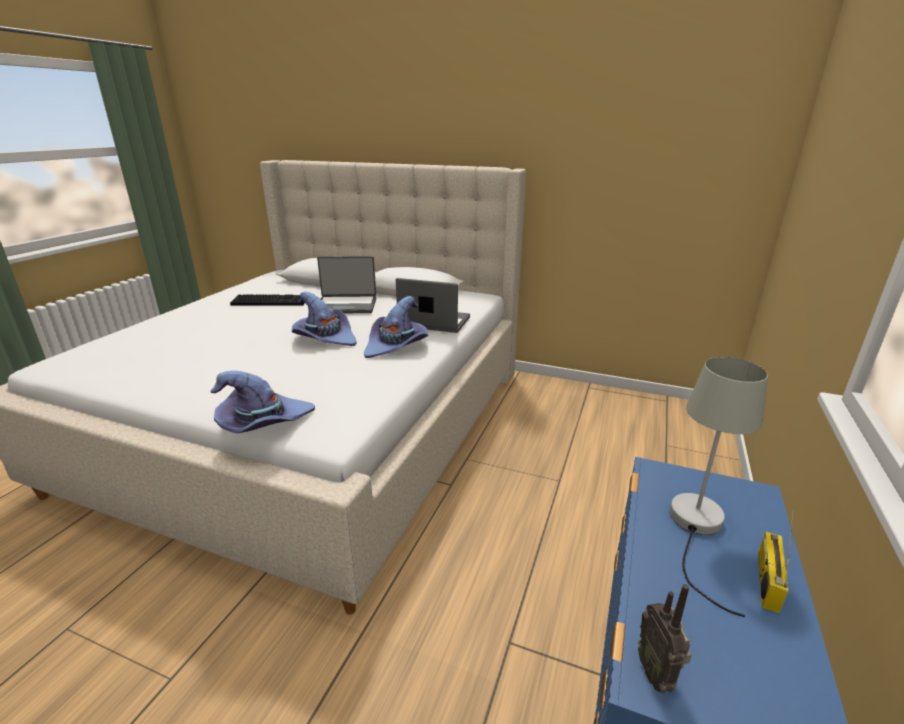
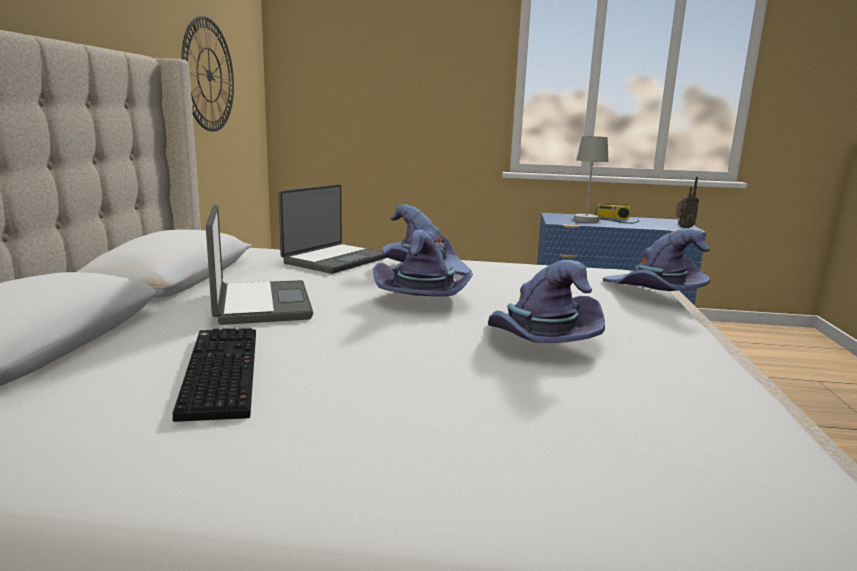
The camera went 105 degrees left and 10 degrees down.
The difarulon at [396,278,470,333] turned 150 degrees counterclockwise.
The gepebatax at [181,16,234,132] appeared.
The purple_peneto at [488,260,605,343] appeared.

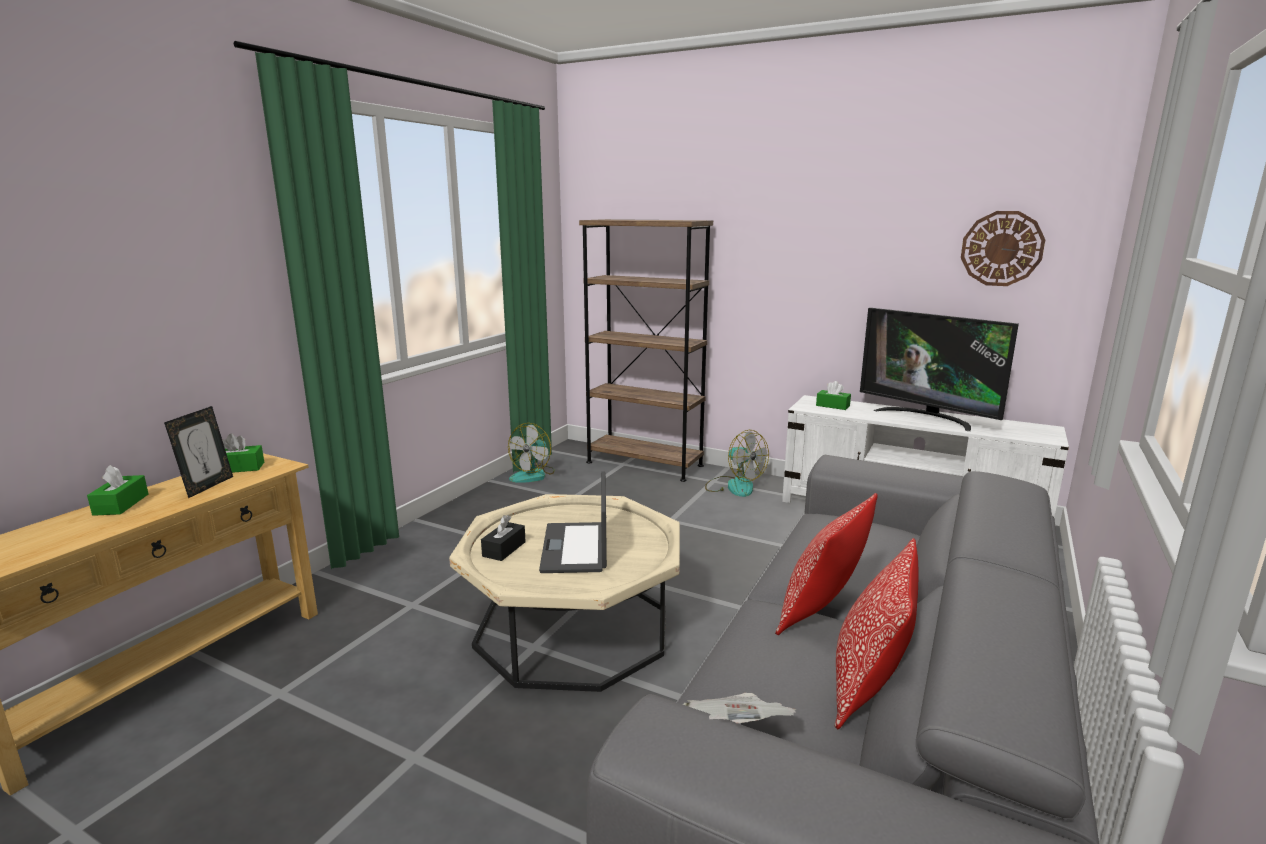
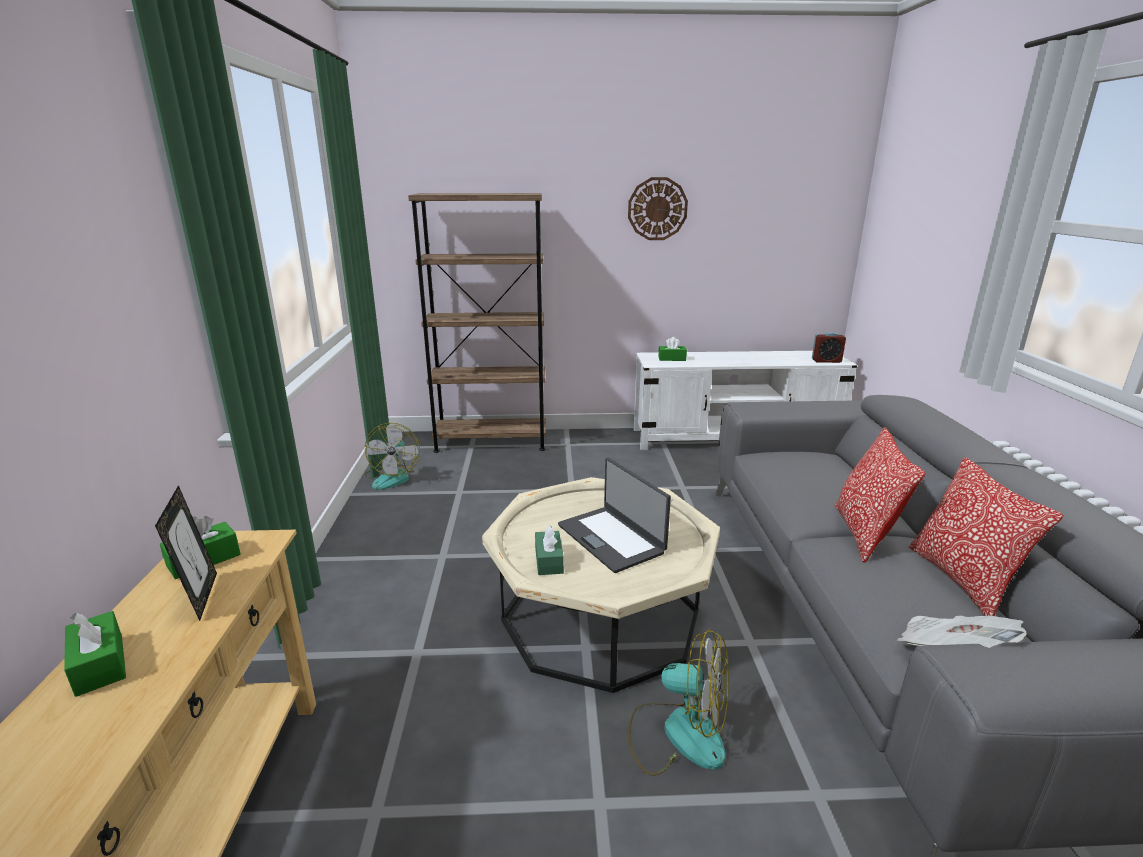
The camera went 30 degrees left and 5 degrees up.
The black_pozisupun at [481,515,526,561] became the green_pozisupun at [535,525,564,575].
The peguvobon moved from [705,430,769,497] to [628,629,729,776].
The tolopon at [860,308,1019,431] disappeared.
The gepebatax moved from [961,211,1045,286] to [628,177,688,240].
The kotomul at [812,332,846,363] appeared.

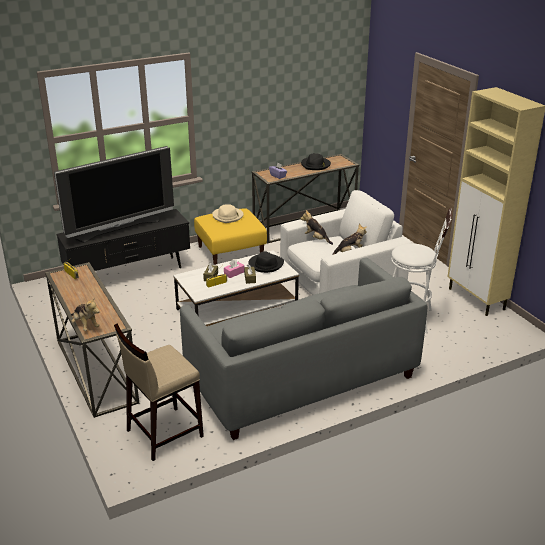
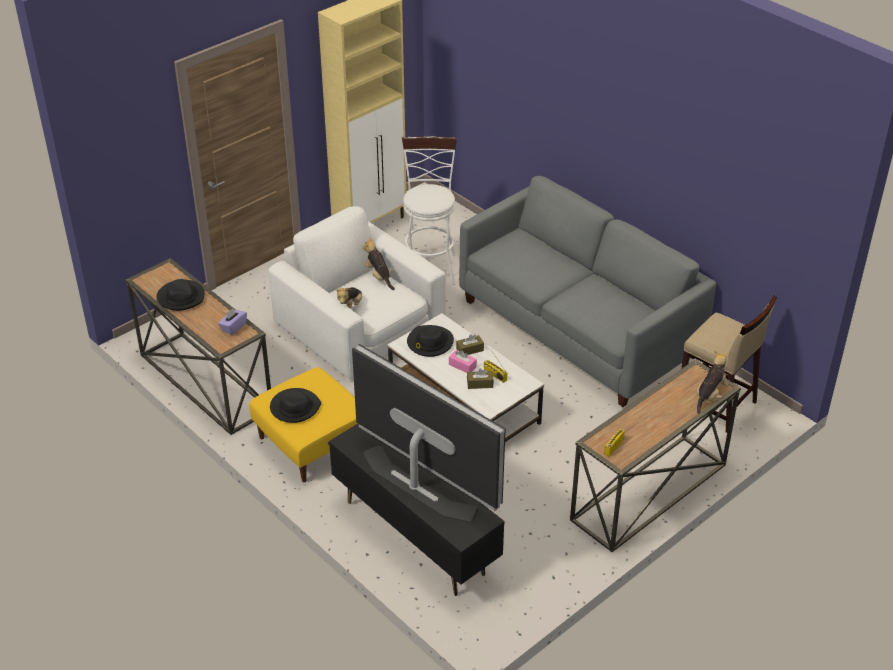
The camera went 105 degrees left and 10 degrees up.
The beige_peneto at [212,204,244,223] became the black_peneto at [270,388,321,423].

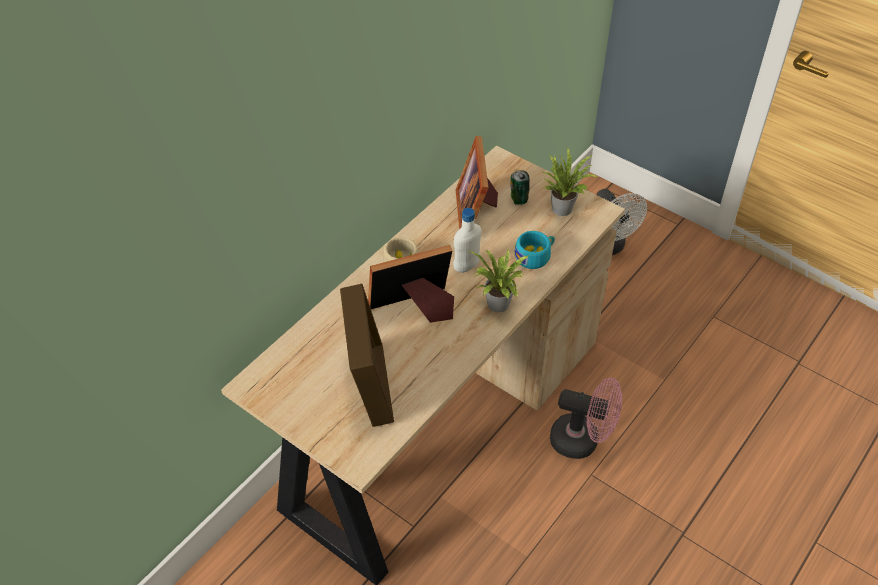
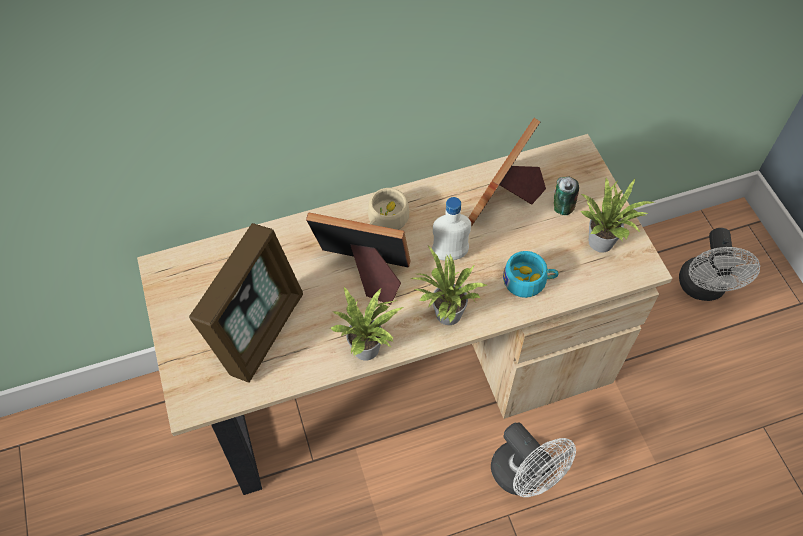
The camera went 35 degrees right and 10 degrees up.
The pink_peguvobon at [550,378,622,459] became the white_peguvobon at [491,422,576,497].
The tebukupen at [330,287,404,361] appeared.

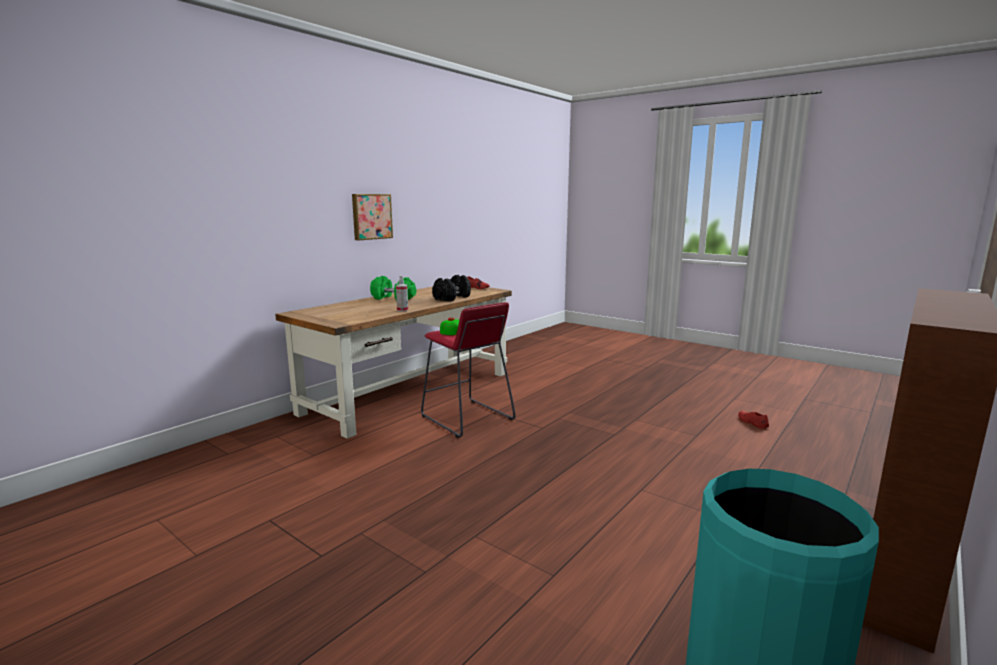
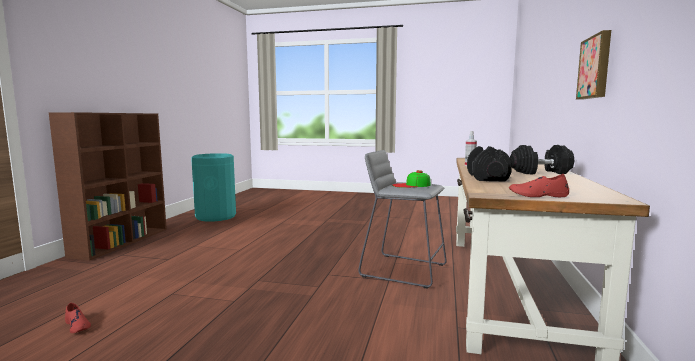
The camera went 155 degrees right and 5 degrees down.
The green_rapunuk at [370,276,416,301] became the black_rapunuk at [510,145,574,174].
The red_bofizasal at [421,302,516,438] became the grey_bofizasal at [358,150,447,289].

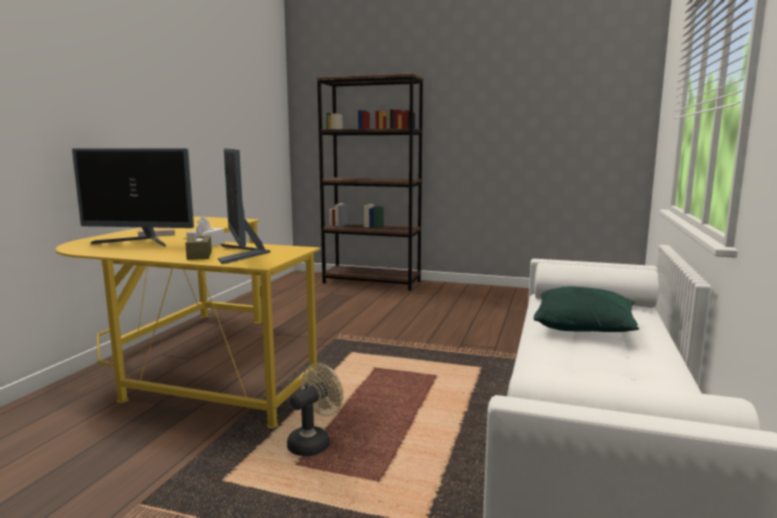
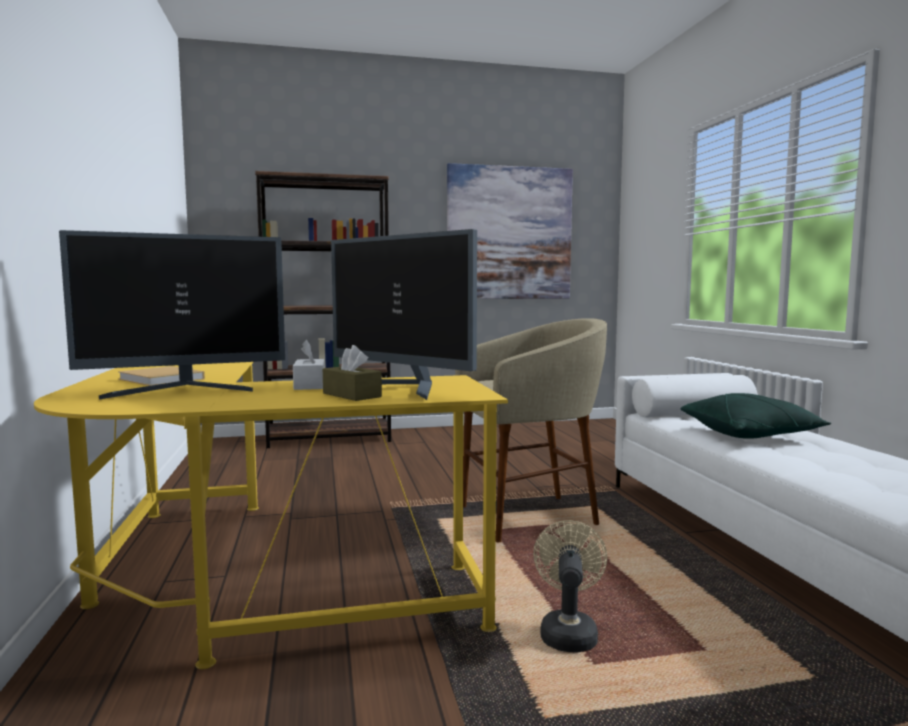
The camera went 30 degrees left and 5 degrees down.
The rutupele at [447,163,573,299] appeared.
The beige_bofizasal at [455,318,607,543] appeared.

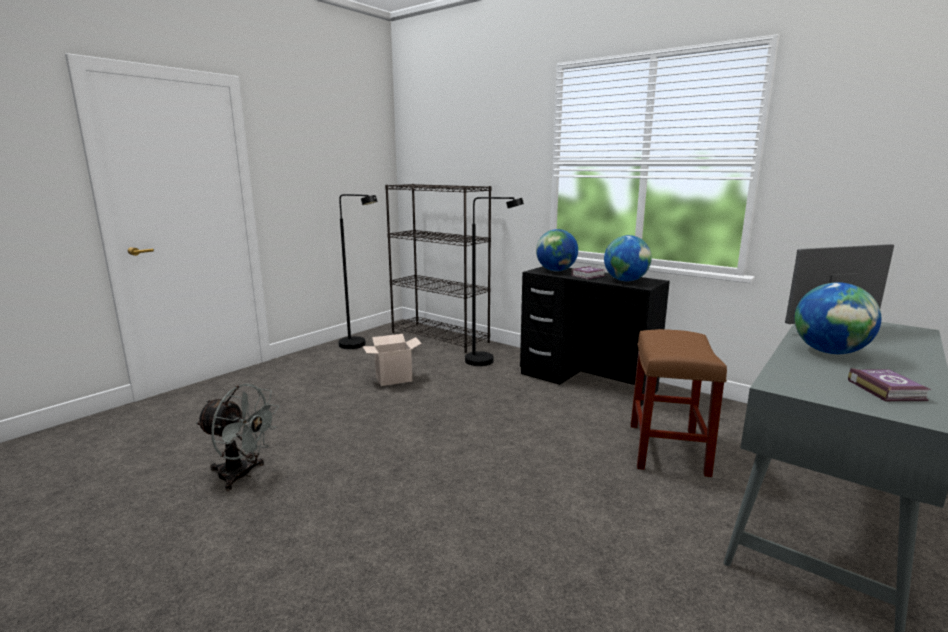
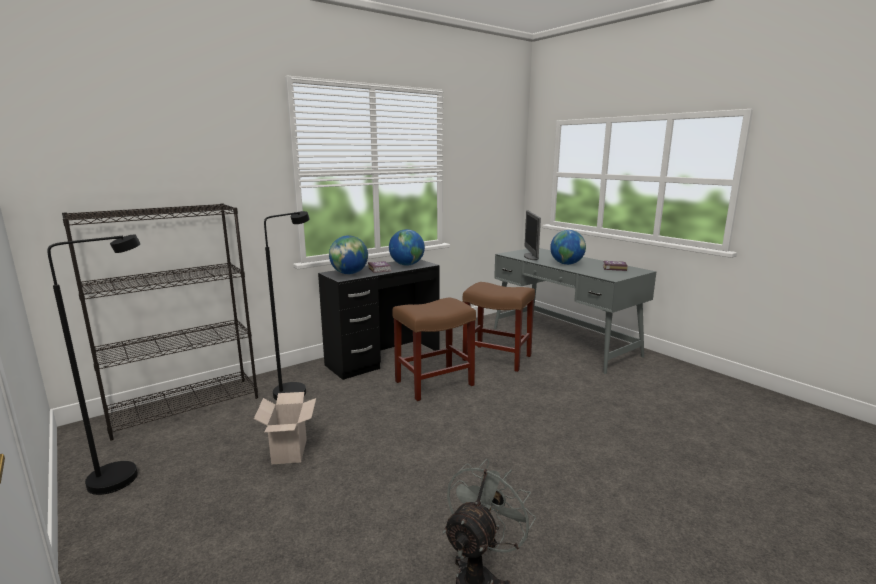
The camera went 75 degrees left and 0 degrees up.
The brown_bofizasal at [392,297,476,401] appeared.

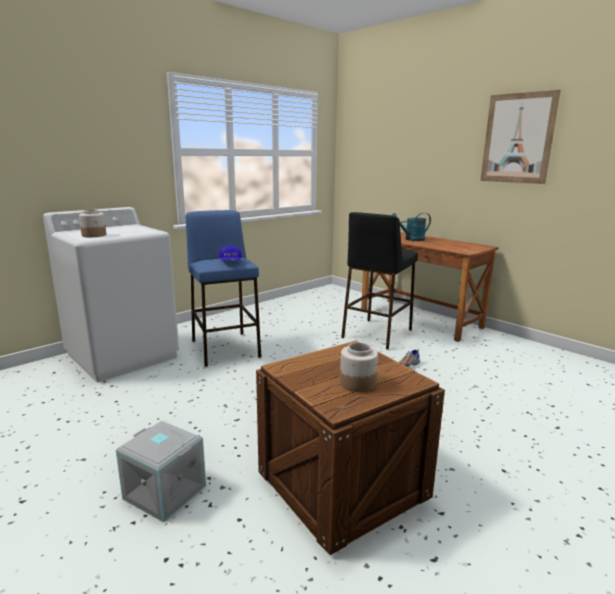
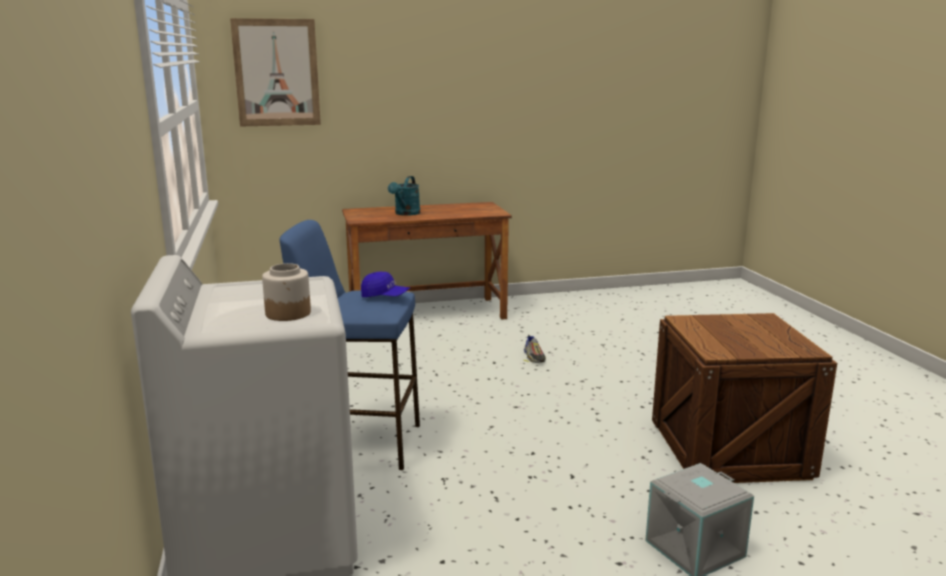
The camera went 60 degrees left and 0 degrees up.
The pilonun at [340,342,378,392] disappeared.
The black_bofizasal at [341,212,418,350] disappeared.
The rutupele moved from [480,90,561,184] to [230,18,321,127].

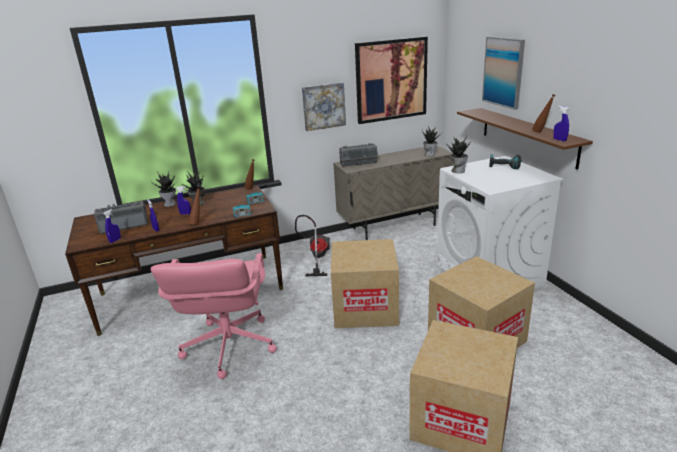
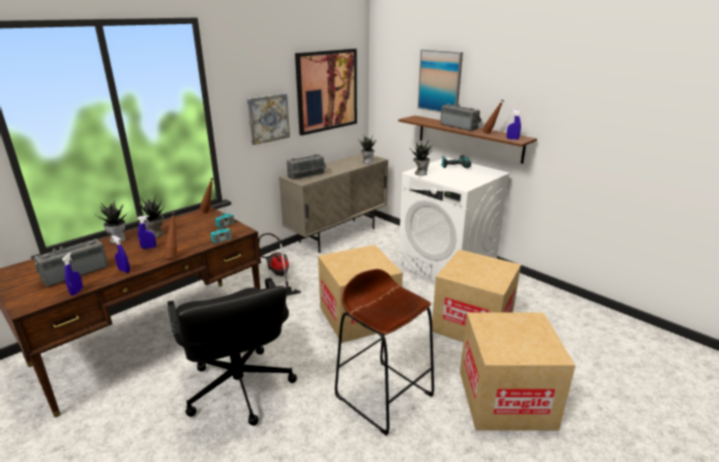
The camera went 25 degrees left and 0 degrees up.
The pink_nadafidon at [151,253,277,379] became the black_nadafidon at [167,278,297,426].
The brown_bofizasal at [335,269,434,436] appeared.
The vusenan at [440,104,482,131] appeared.

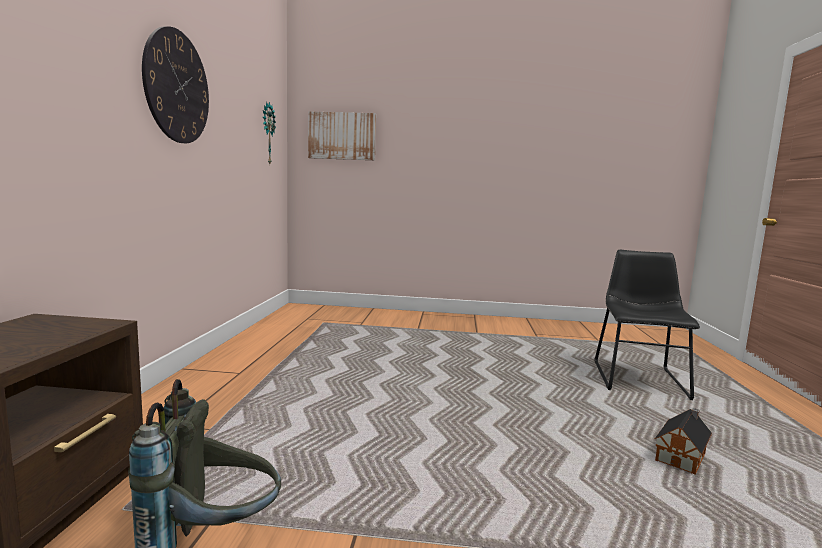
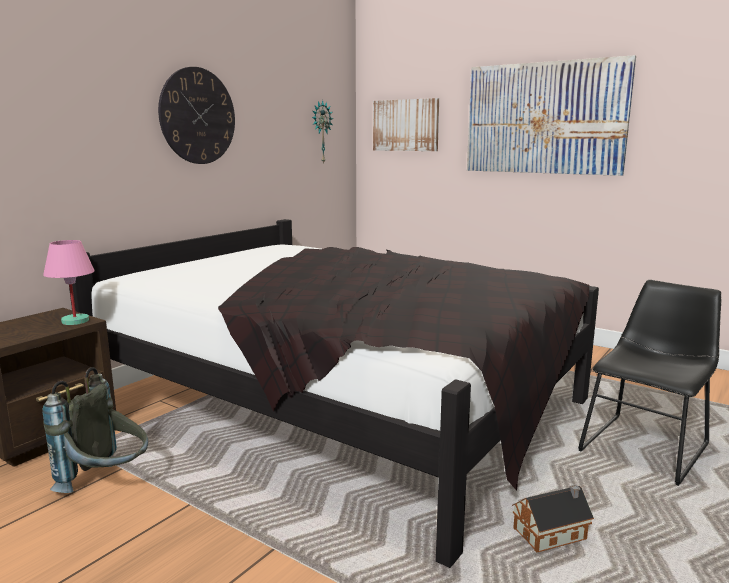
The camera went 30 degrees right and 5 degrees up.
The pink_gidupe at [43,240,95,325] appeared.
The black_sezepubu at [69,219,599,568] appeared.
The rutupele at [467,55,636,176] appeared.

